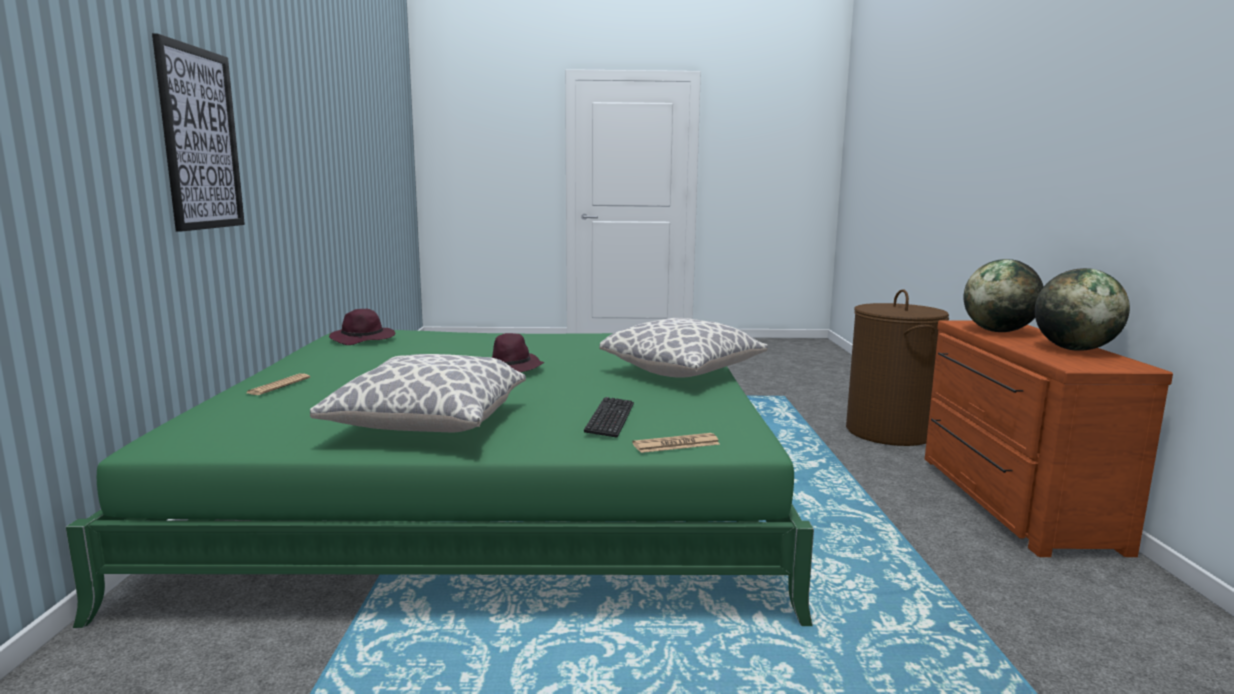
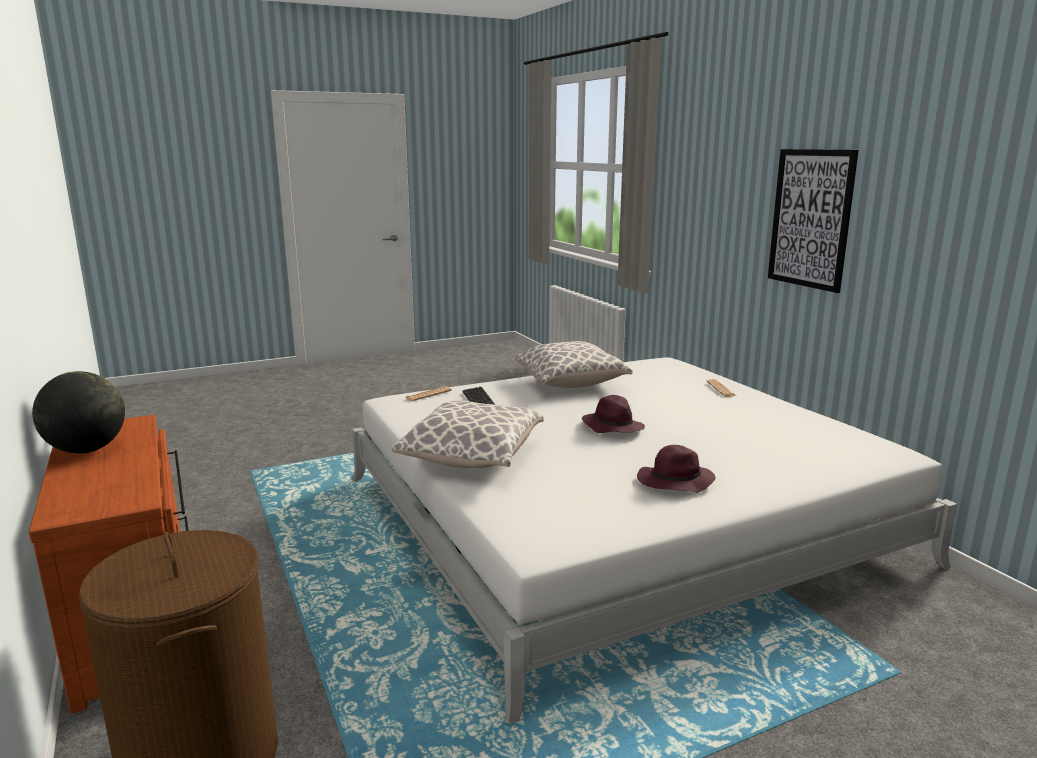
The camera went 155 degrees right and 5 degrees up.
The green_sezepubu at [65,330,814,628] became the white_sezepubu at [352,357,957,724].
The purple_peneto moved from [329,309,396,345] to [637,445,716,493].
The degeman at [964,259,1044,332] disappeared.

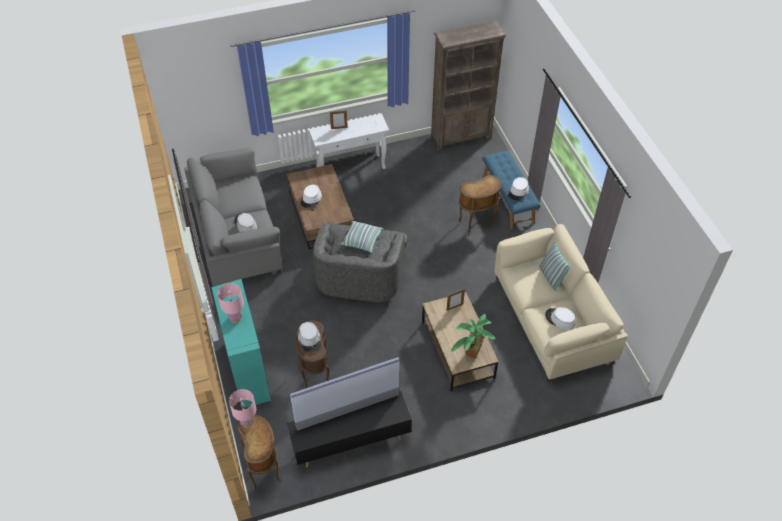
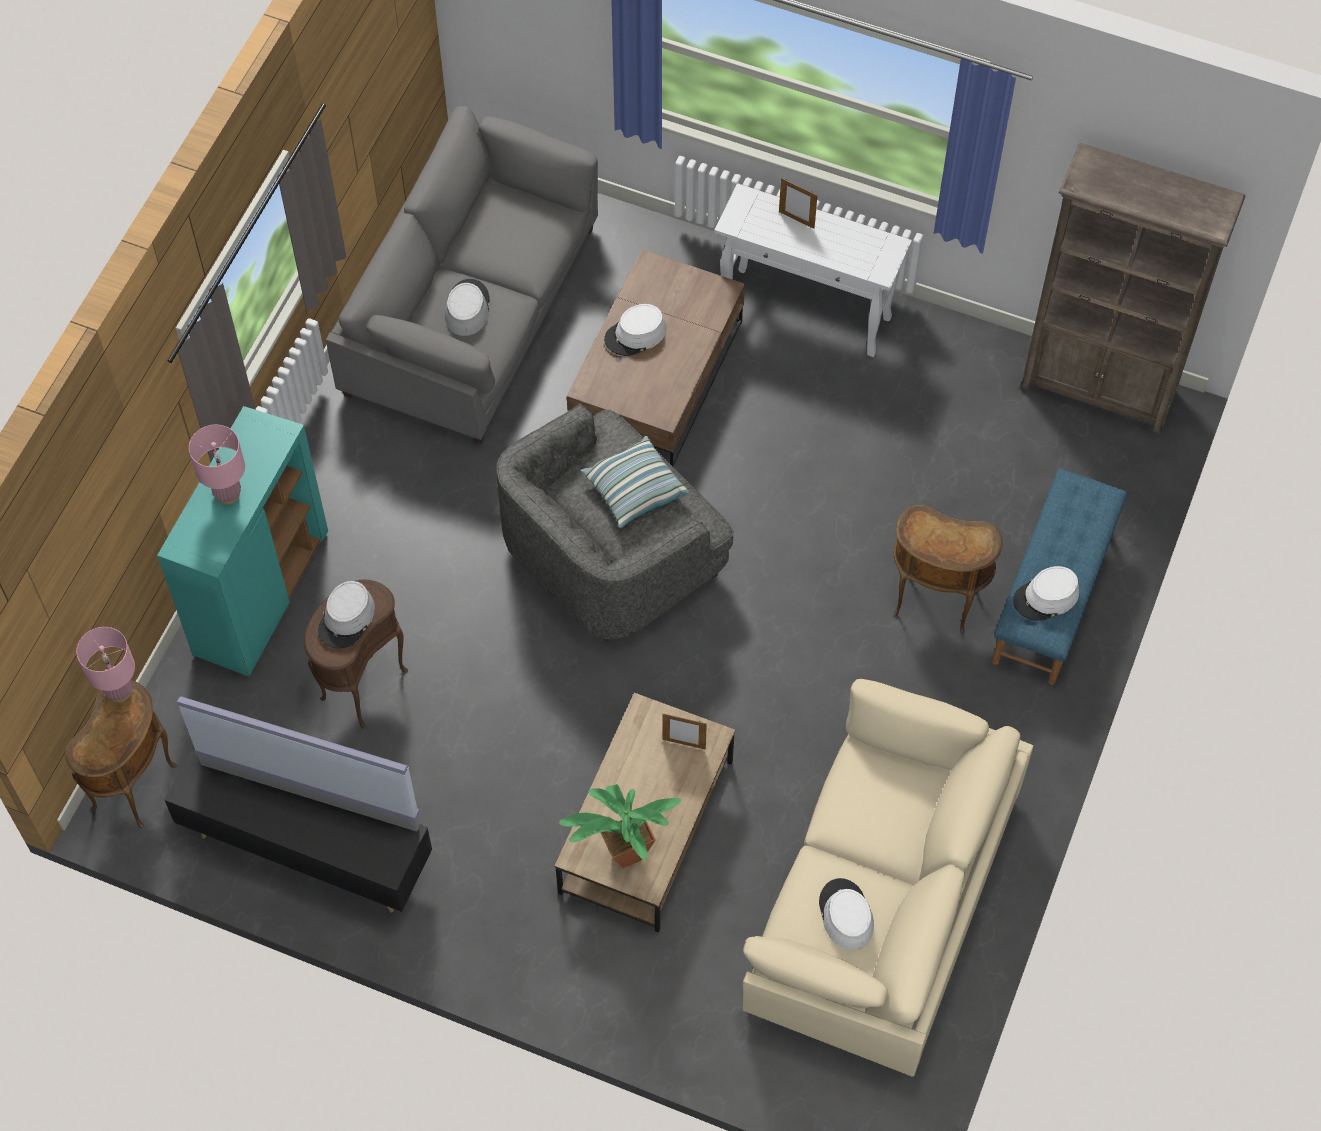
The camera went 40 degrees right and 10 degrees up.
The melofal at [539,242,571,291] disappeared.

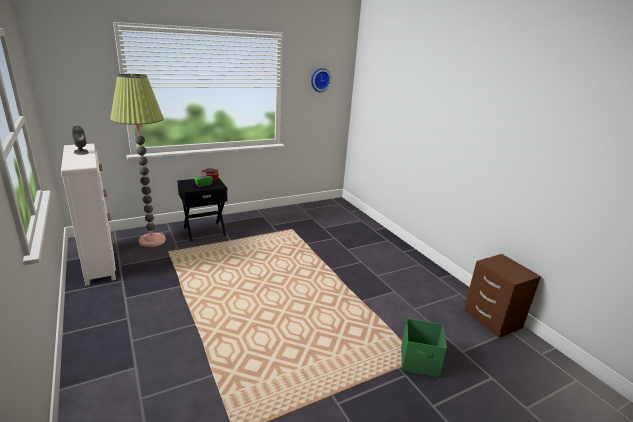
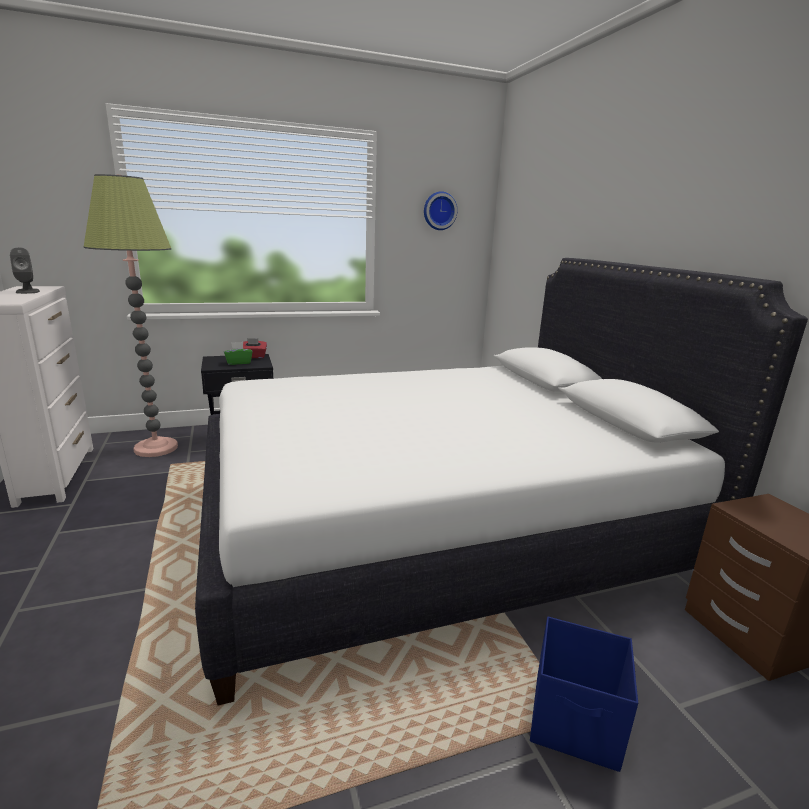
The camera went 10 degrees right and 5 degrees down.
The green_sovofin at [401,318,447,378] became the blue_sovofin at [530,616,638,772].
The white_sezepubu at [195,258,808,705] appeared.

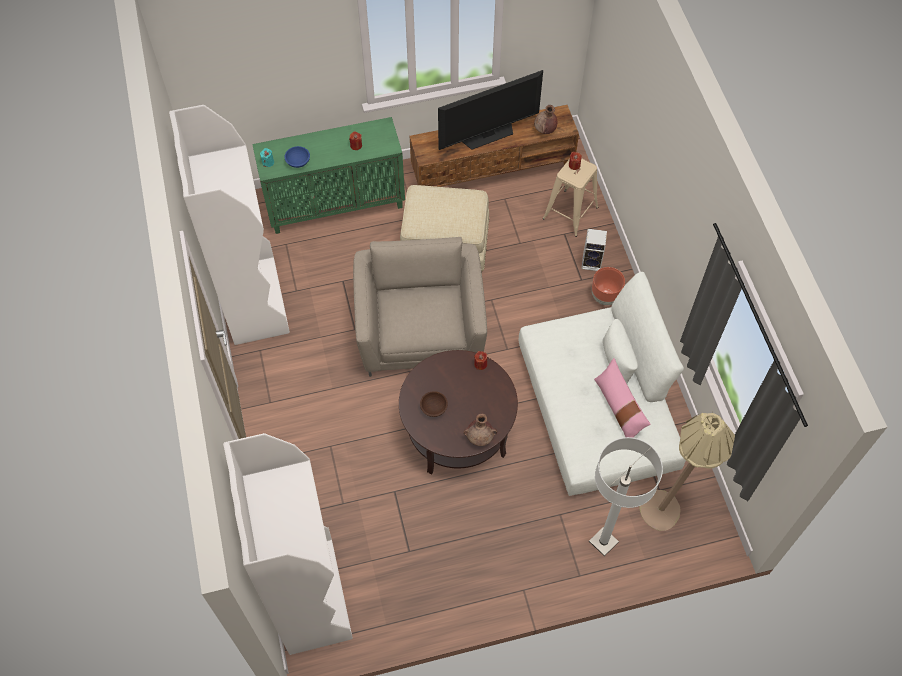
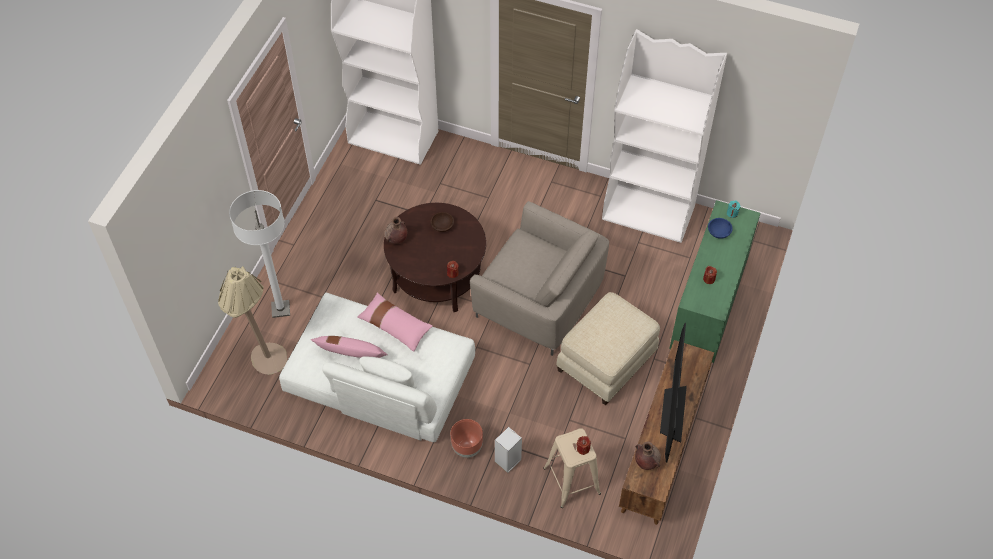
The camera went 125 degrees right and 5 degrees down.
The pink_melofal at [357,293,433,352] appeared.

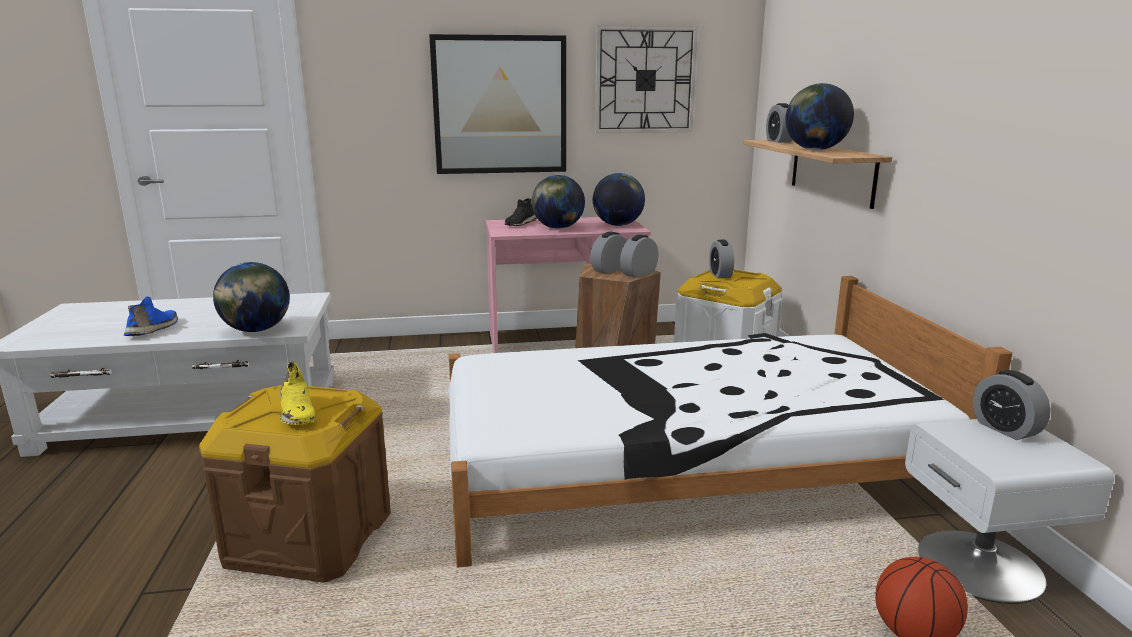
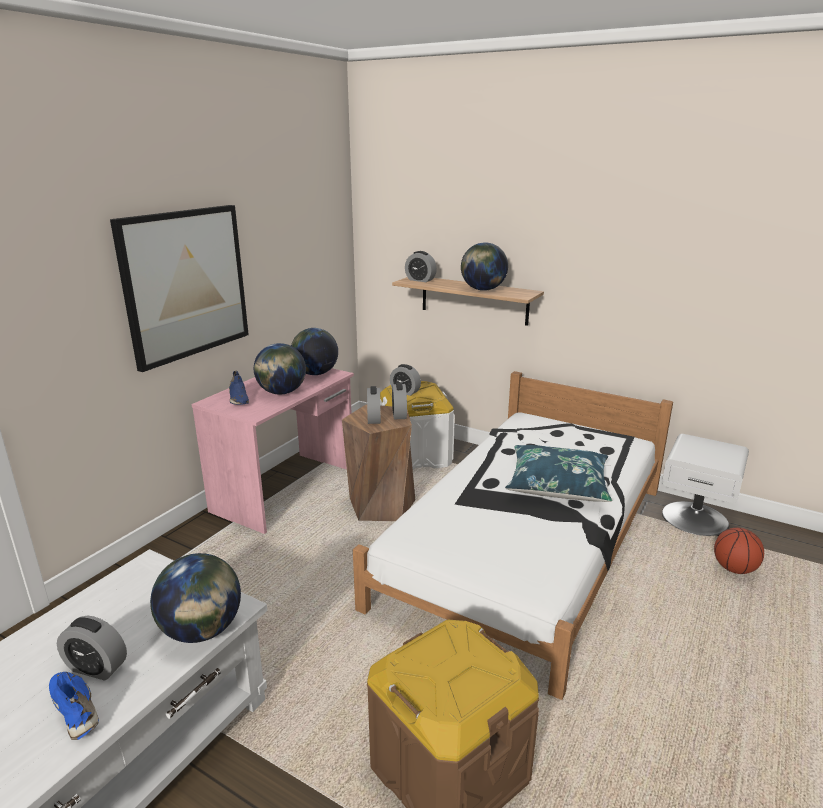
The camera went 50 degrees left and 5 degrees up.
The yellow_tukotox at [280,361,316,425] disappeared.
The black_tukotox at [504,198,537,226] became the blue_tukotox at [229,370,249,405].
The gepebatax at [595,25,698,133] disappeared.
The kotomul moved from [973,370,1051,440] to [57,616,127,680].
The blue_melofal at [505,445,612,502] appeared.

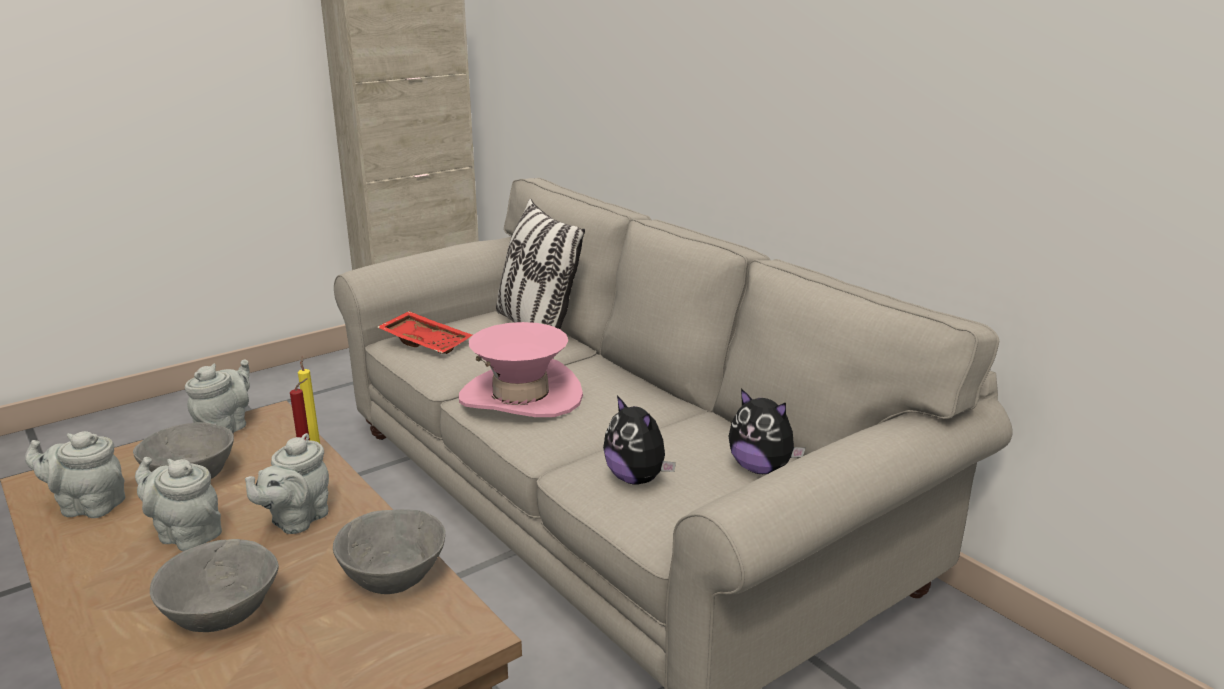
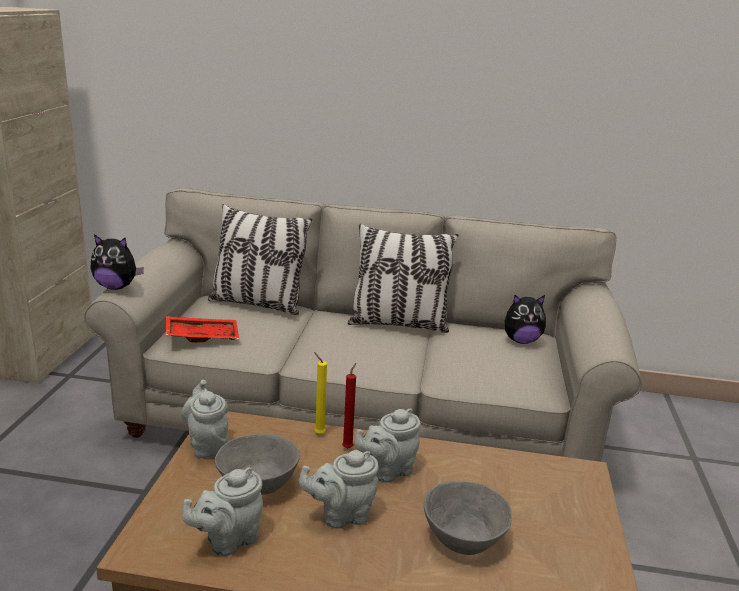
The camera went 45 degrees left and 0 degrees up.
The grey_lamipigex at [245,433,329,534] turned 75 degrees clockwise.
The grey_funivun at [333,509,445,594] disappeared.
The pink_peneto at [459,322,583,417] disappeared.
The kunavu moved from [603,395,676,485] to [90,234,144,290].
The melofal at [348,224,458,333] appeared.

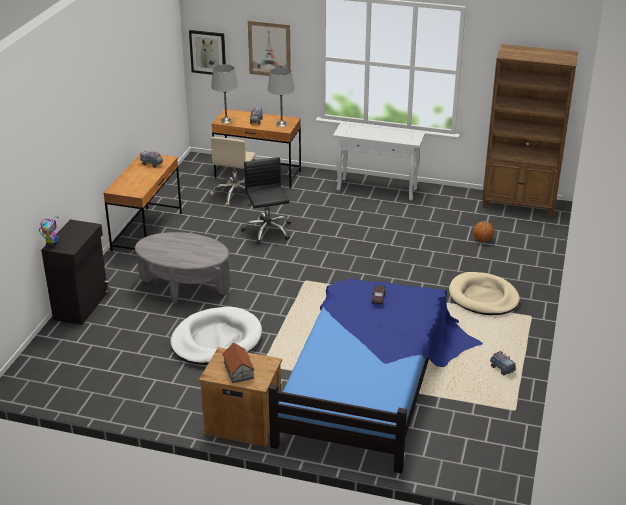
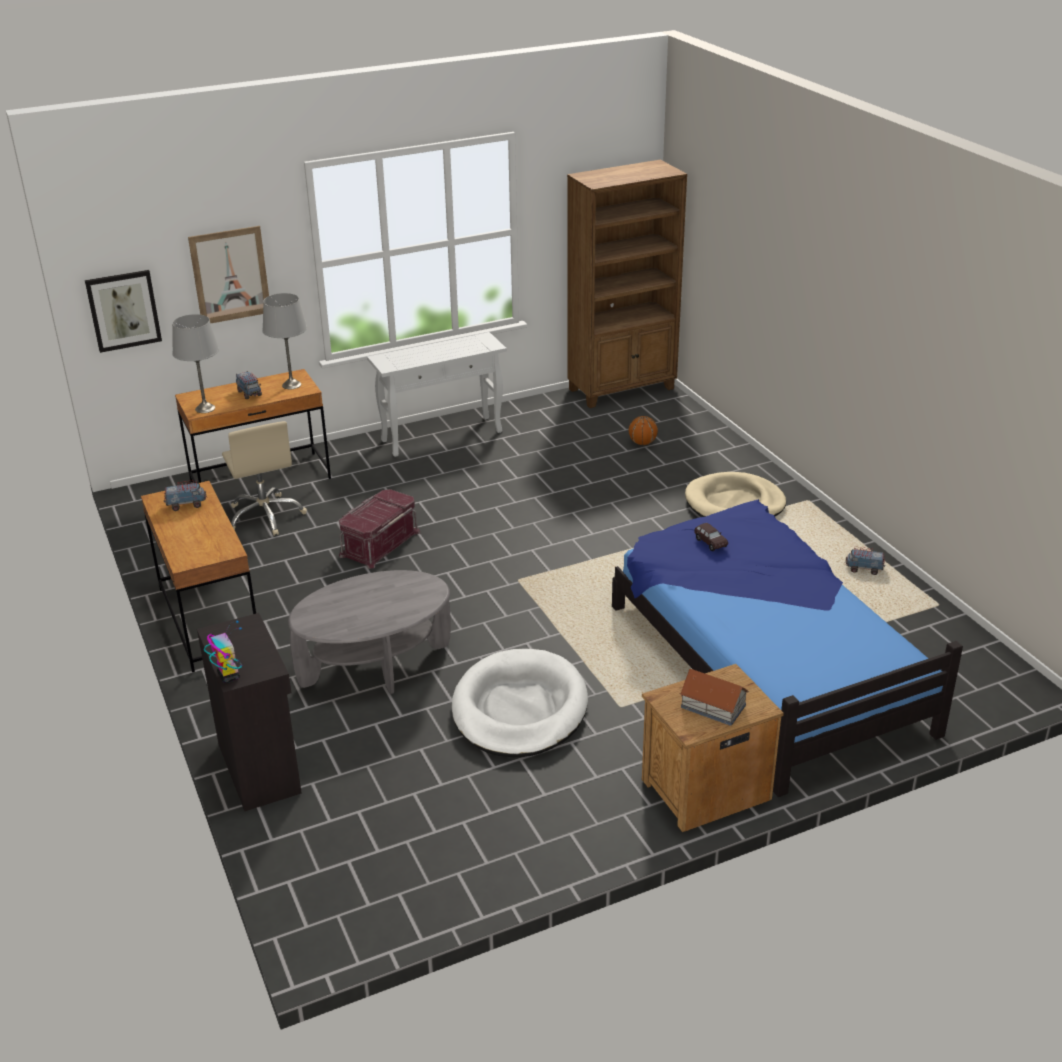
The camera went 40 degrees left and 0 degrees up.
The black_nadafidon at [241,157,291,244] was replaced by the red_sovofin at [339,489,420,569].

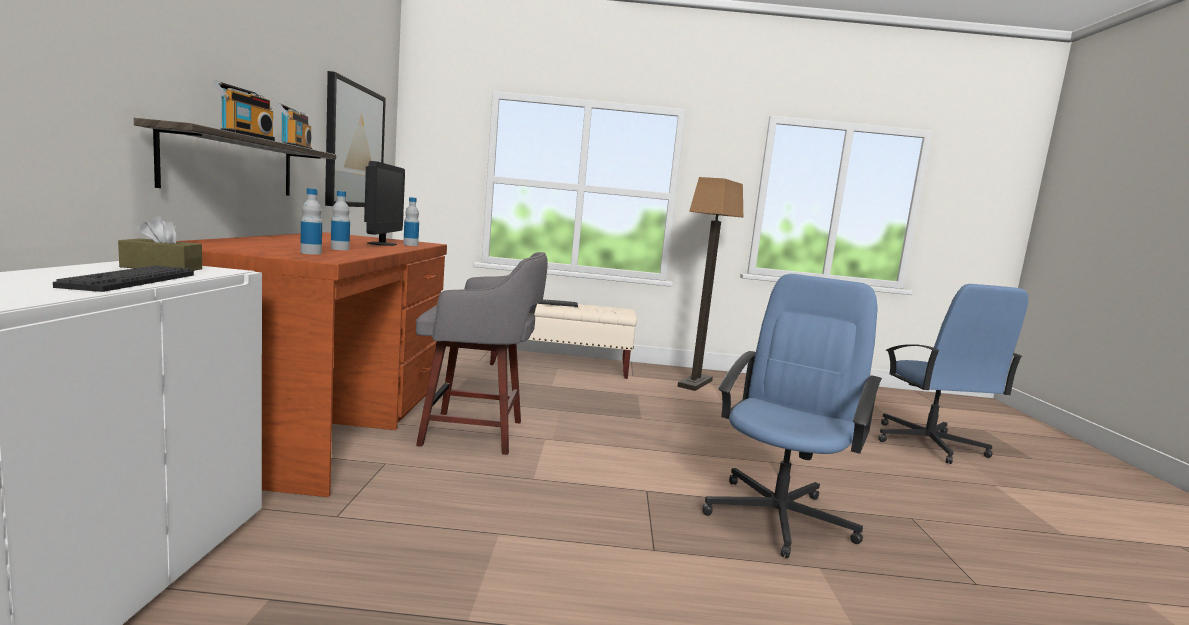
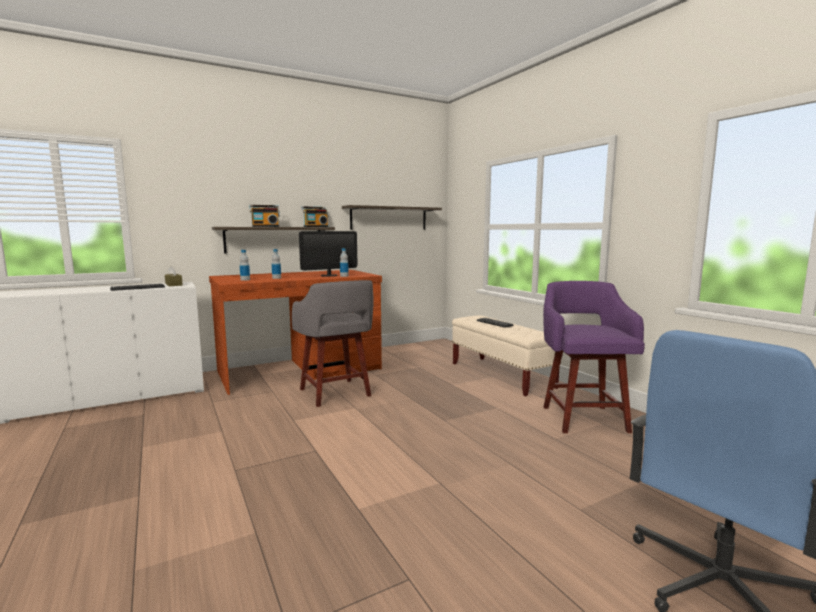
The camera went 60 degrees right and 0 degrees up.
The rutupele at [325,71,386,207] was replaced by the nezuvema at [342,205,442,230].
The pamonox at [677,177,743,391] was replaced by the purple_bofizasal at [543,281,645,433].
The blue_nadafidon at [703,274,882,558] disappeared.

